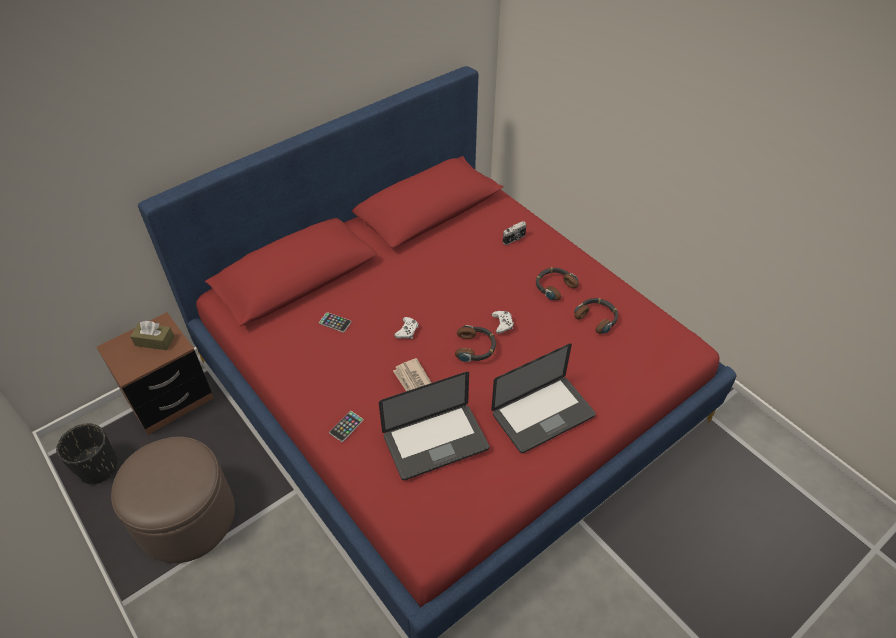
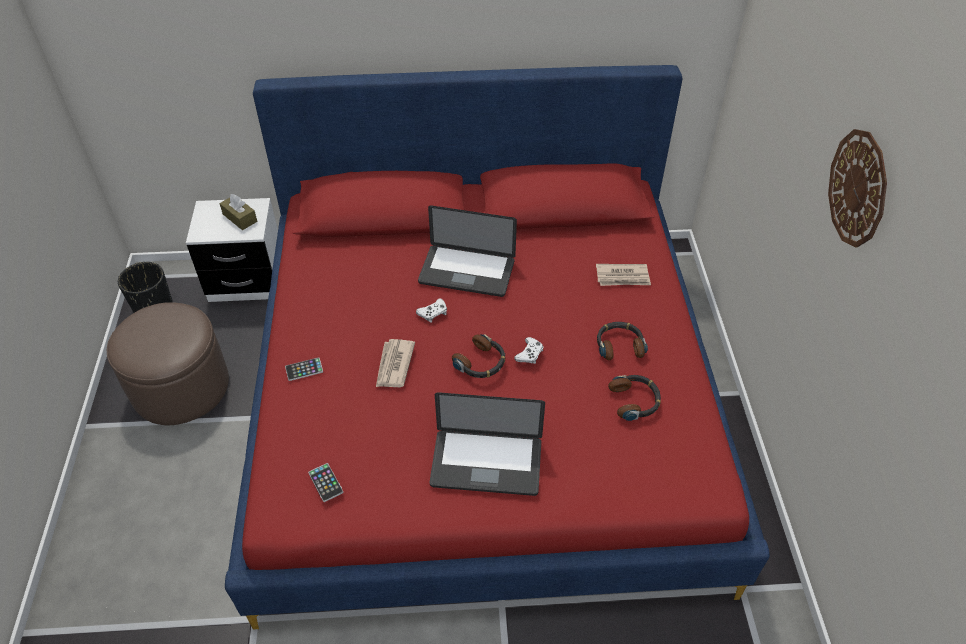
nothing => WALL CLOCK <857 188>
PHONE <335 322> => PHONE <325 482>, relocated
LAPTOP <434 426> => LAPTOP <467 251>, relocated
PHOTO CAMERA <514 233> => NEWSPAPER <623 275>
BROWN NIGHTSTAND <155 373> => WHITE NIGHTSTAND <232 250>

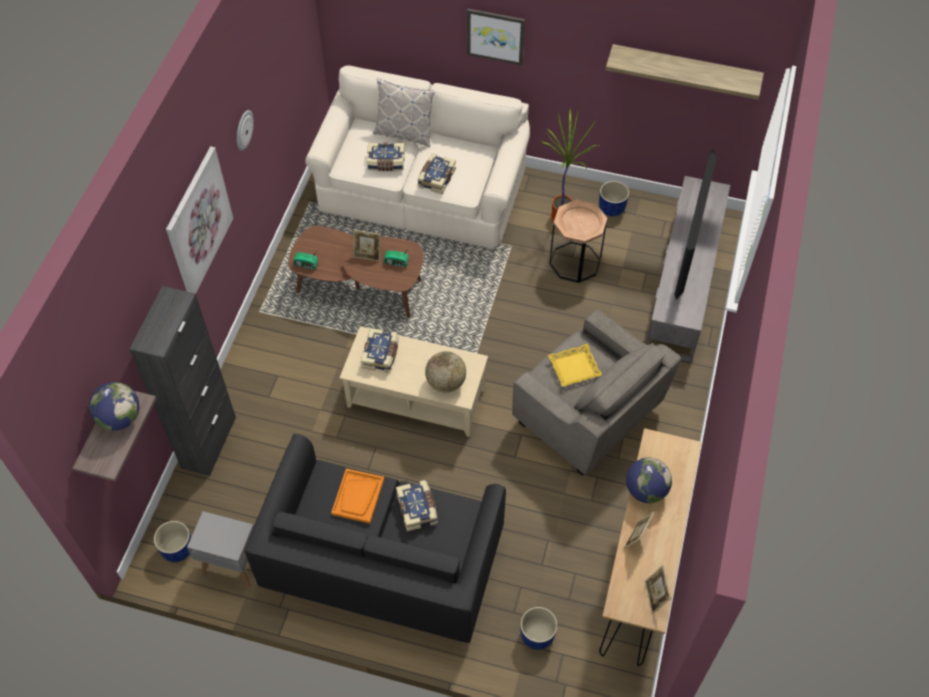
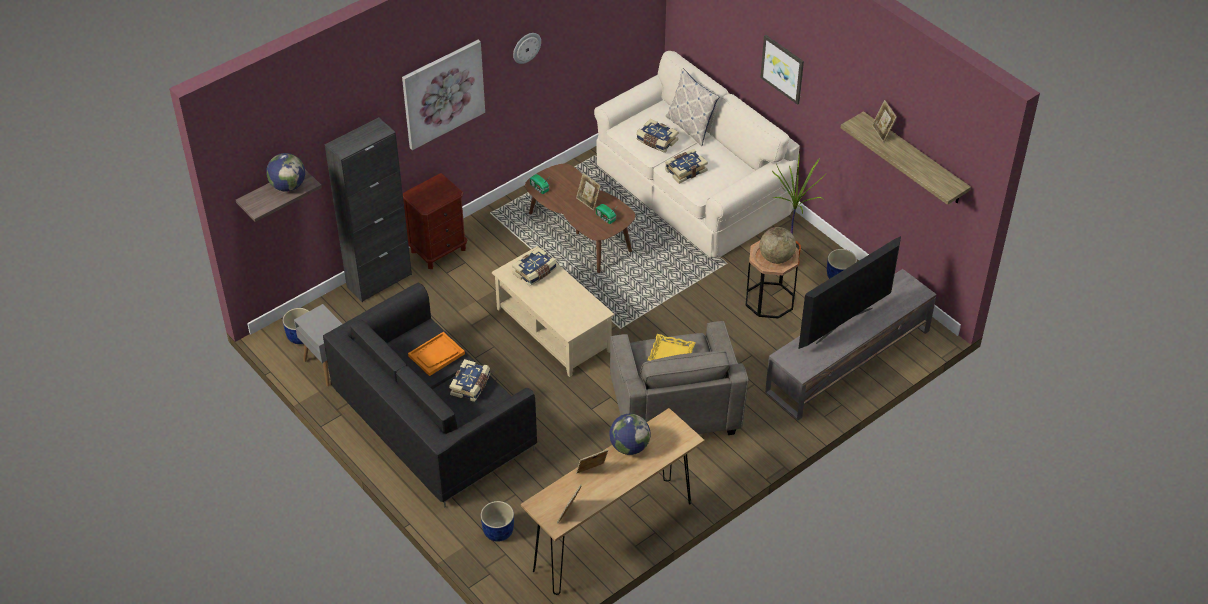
nothing => BROWN NIGHTSTAND <435 221>
nothing => PICTURE FRAME <884 121>
GLOBE <445 372> => GLOBE <778 245>, relocated

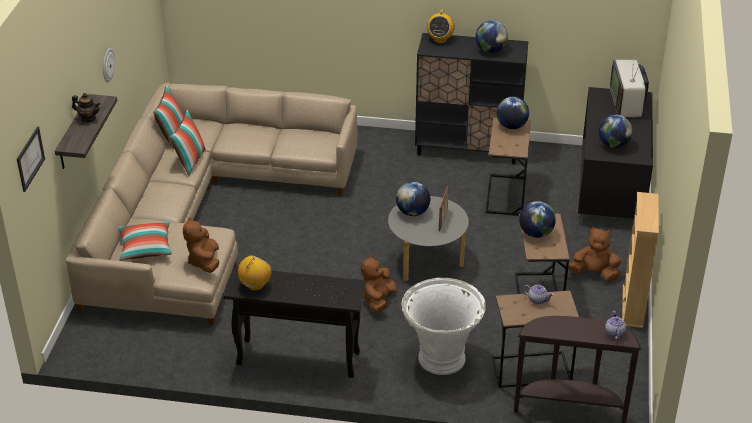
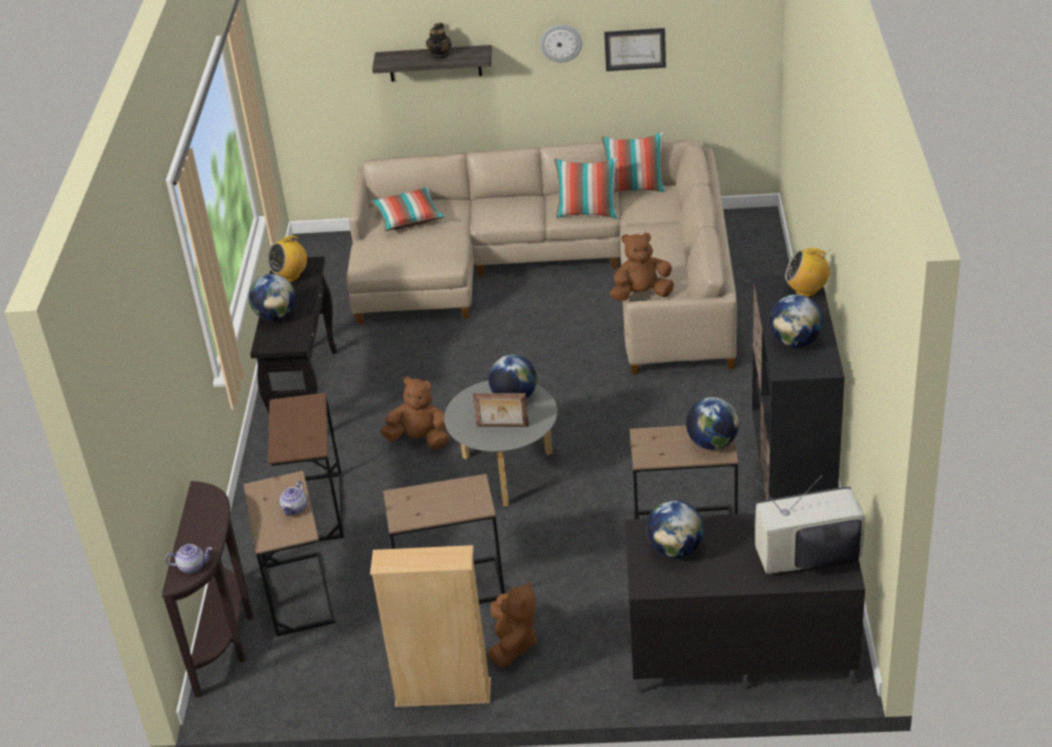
PICTURE <31 159> => PICTURE <635 49>, relocated
BROWN PLUSH TOY <201 245> => BROWN PLUSH TOY <642 266>, relocated
GLOBE <537 219> => GLOBE <272 297>, relocated
WHITE PLANTER <443 326> => BROWN SIDE TABLE <306 467>
RADIO <254 273> => RADIO <287 257>, 120 degrees clockwise

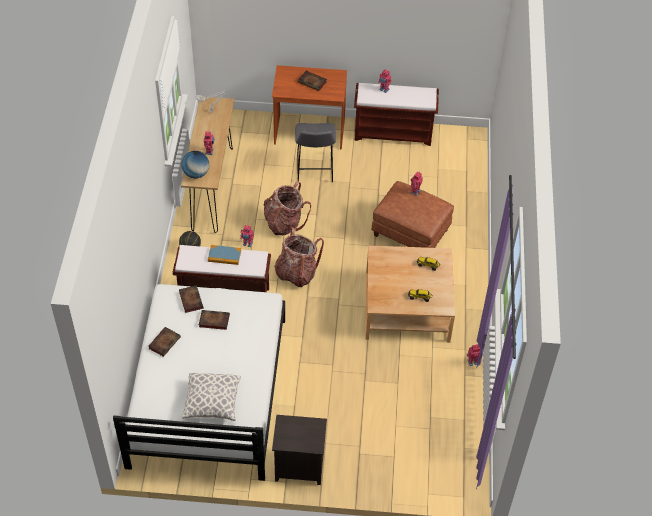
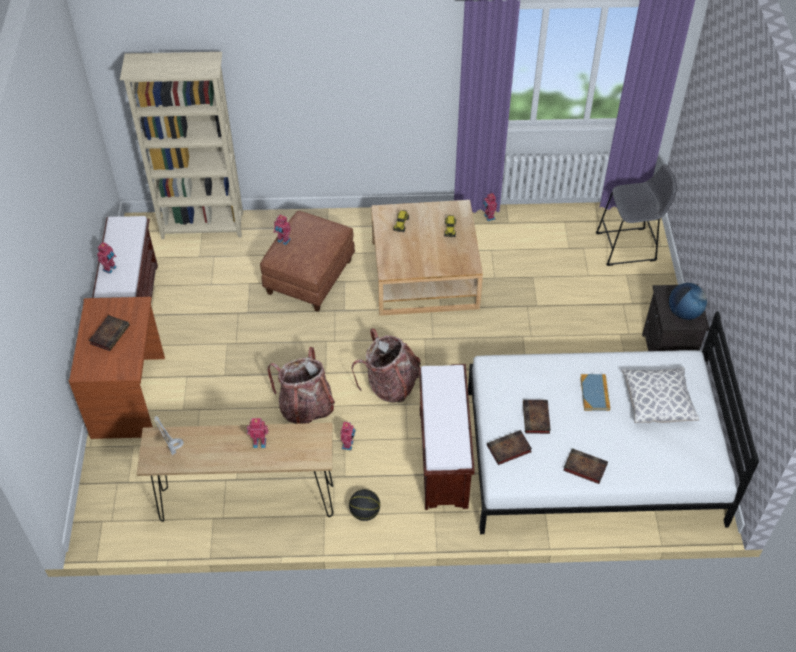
nothing => BEIGE BOOKCASE <181 145>
GLOBE <195 164> => GLOBE <688 301>, relocated
BOOK <224 255> => BOOK <595 392>, relocated
GREY STOOL <315 152> => GREY STOOL <636 215>, relocated

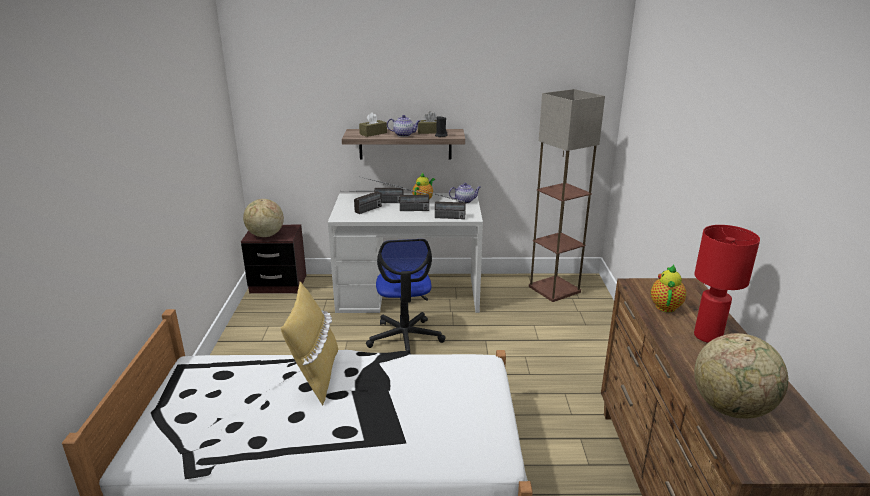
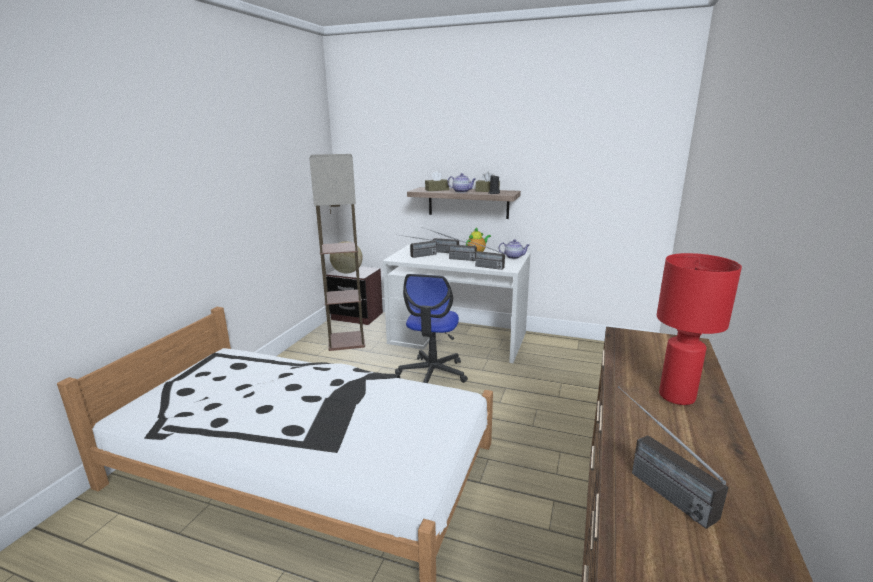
YELLOW PILLOW <309 343> => nothing
TEAPOT <668 288> => nothing
FLOOR LAMP <567 195> => FLOOR LAMP <337 252>, relocated
GLOBE <741 376> => RADIO <673 457>

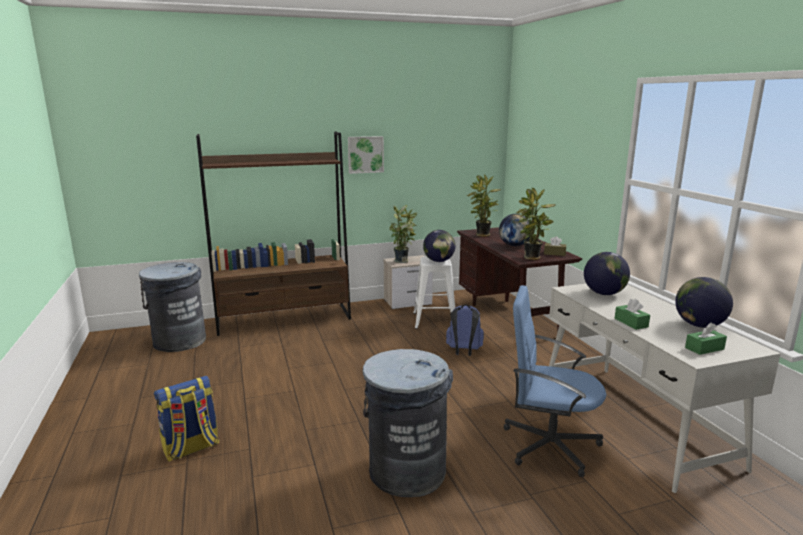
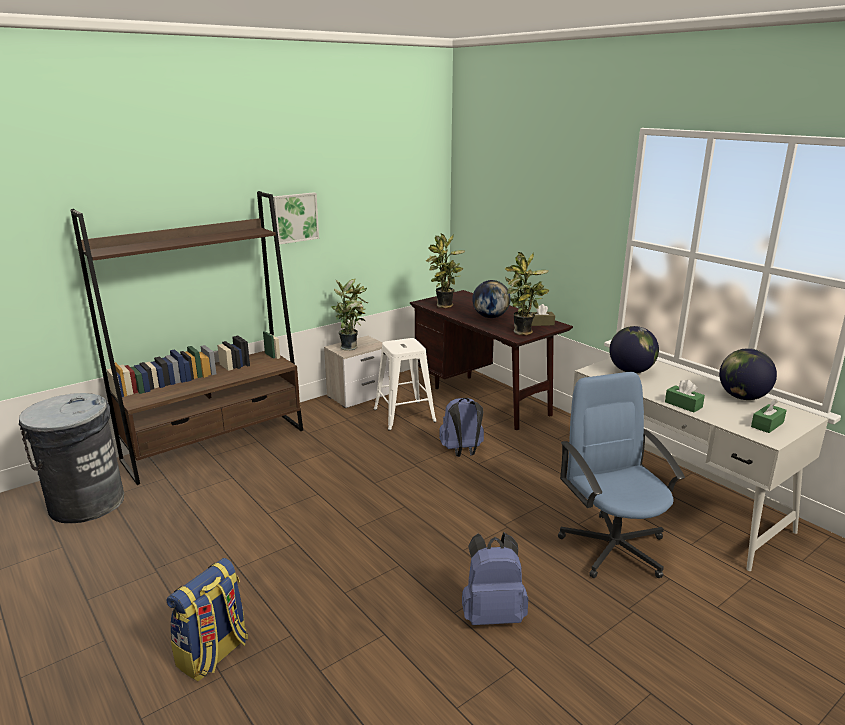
GLOBE <439 246> => nothing
GREY TRASH CAN <407 423> => BLUE BACKPACK <495 578>
BLUE OFFICE CHAIR <554 381> => BLUE OFFICE CHAIR <621 474>, 75 degrees clockwise

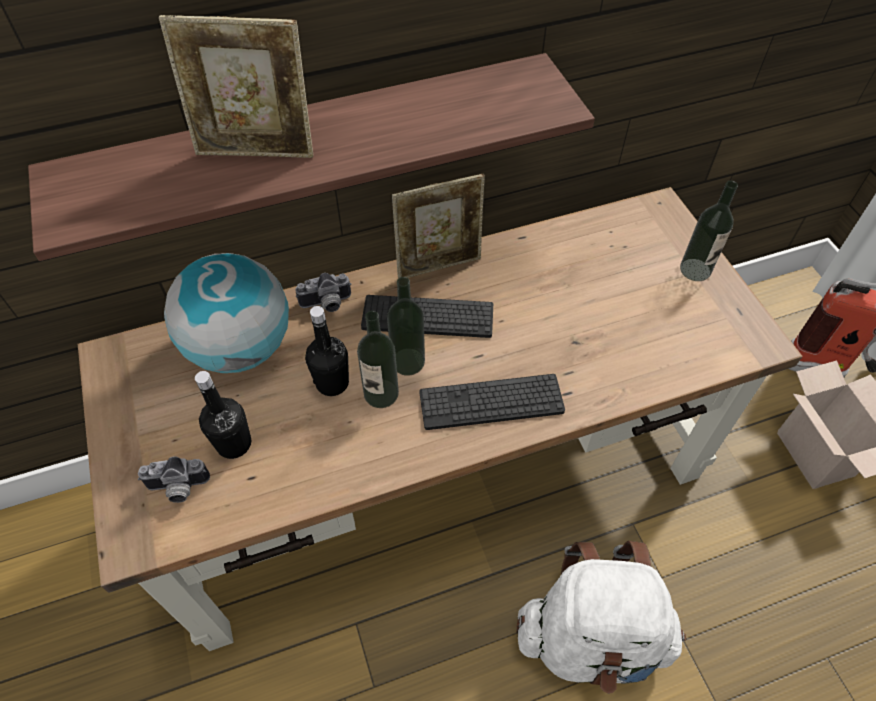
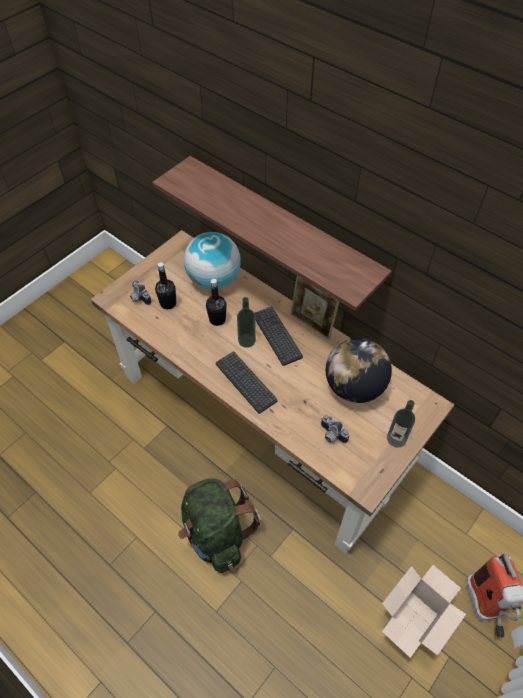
PICTURE FRAME <236 86> => nothing
BOTTLE <378 359> => nothing
nothing => GLOBE <359 370>
PHOTO CAMERA <323 292> => PHOTO CAMERA <335 429>, relocated
WHITE BACKPACK <601 617> => GREEN BACKPACK <219 525>

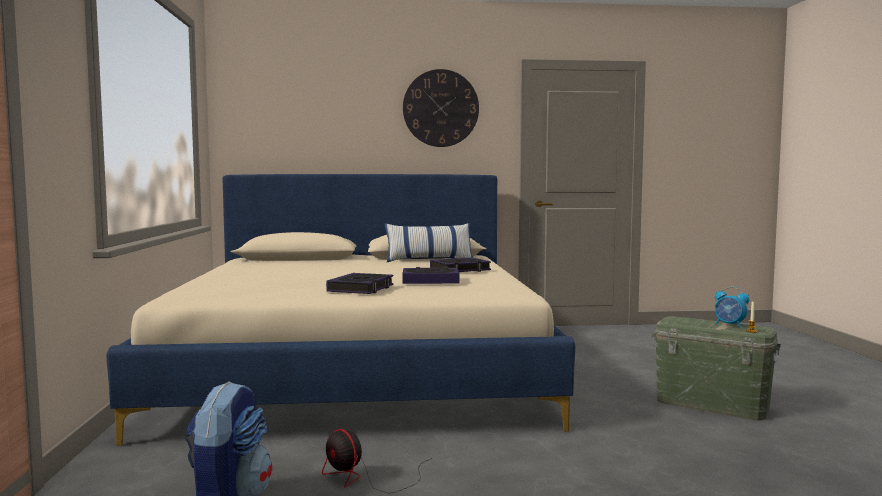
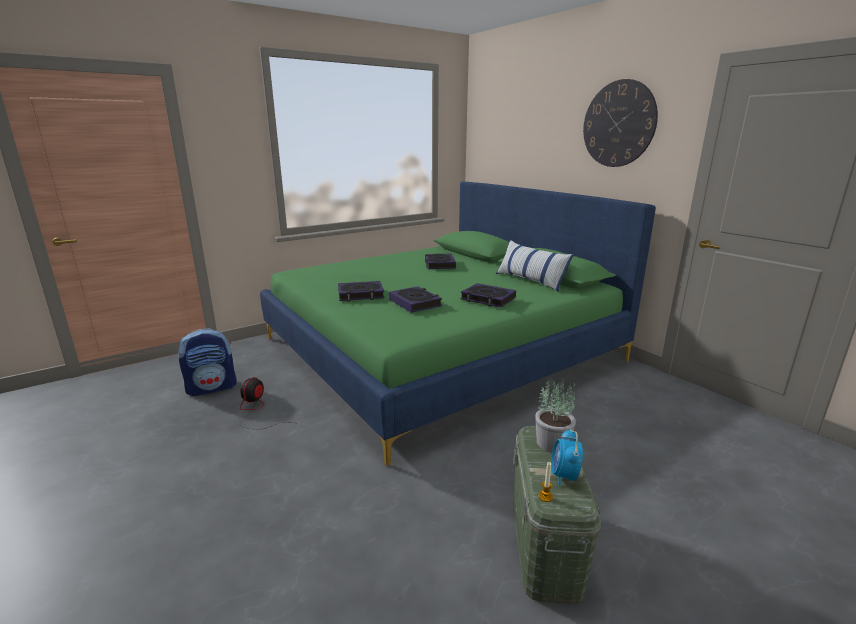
nothing => BOOK <440 261>
nothing => POTTED PLANT <555 415>
BEIGE BED <340 310> => GREEN BED <458 324>

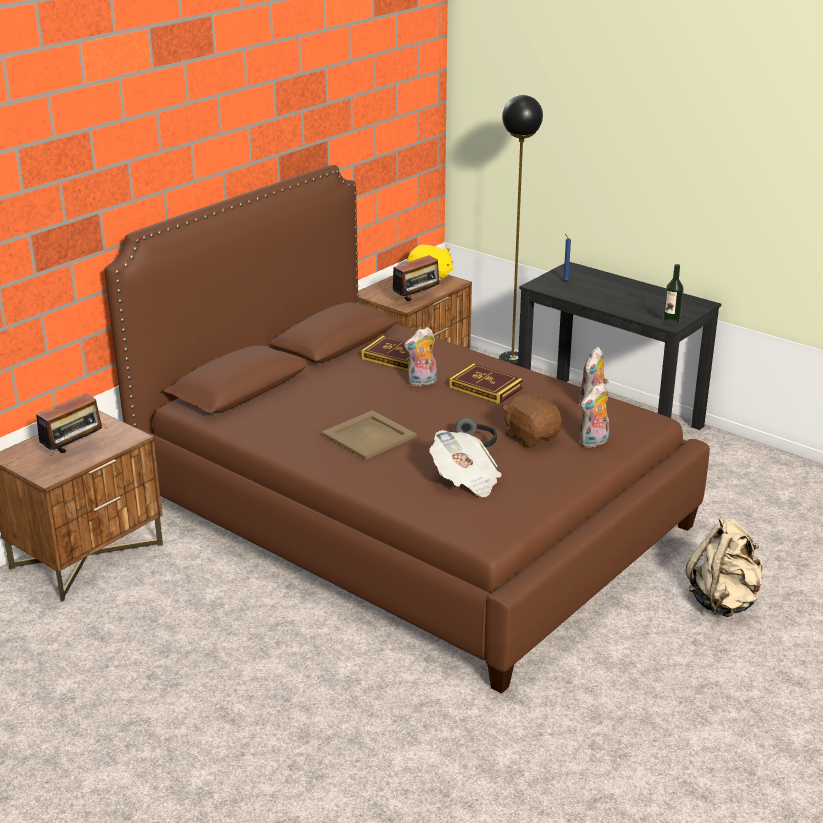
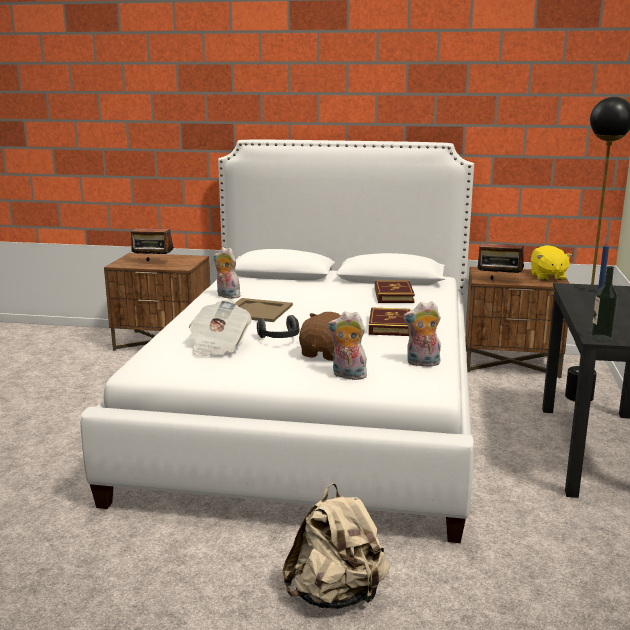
PLUSH TOY <420 356> => PLUSH TOY <226 273>, relocated
BROWN BED <407 429> => WHITE BED <277 341>

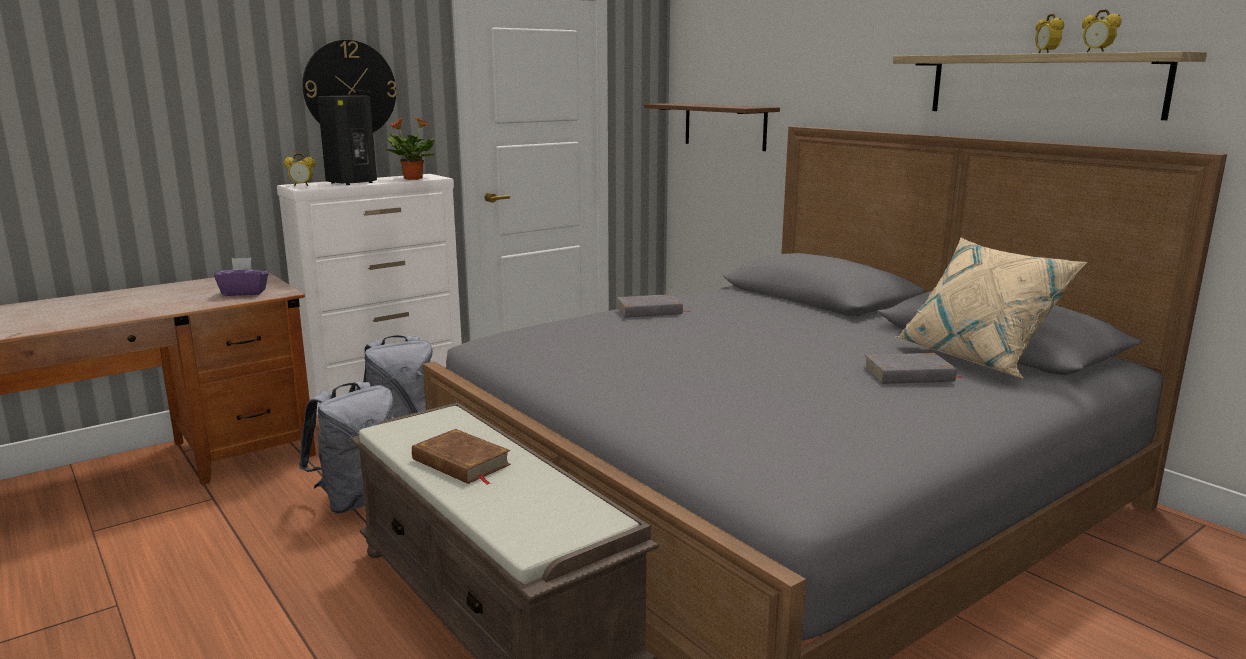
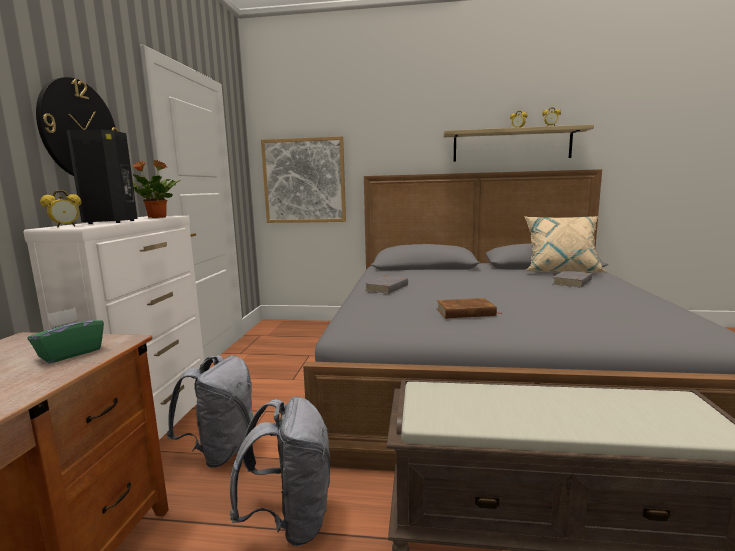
BROWN BOOK <461 457> => BROWN BOOK <469 308>, relocated
BROWN SHELF <712 127> => PICTURE <303 179>
PURPLE TISSUE BOX <241 277> => GREEN TISSUE BOX <66 335>

